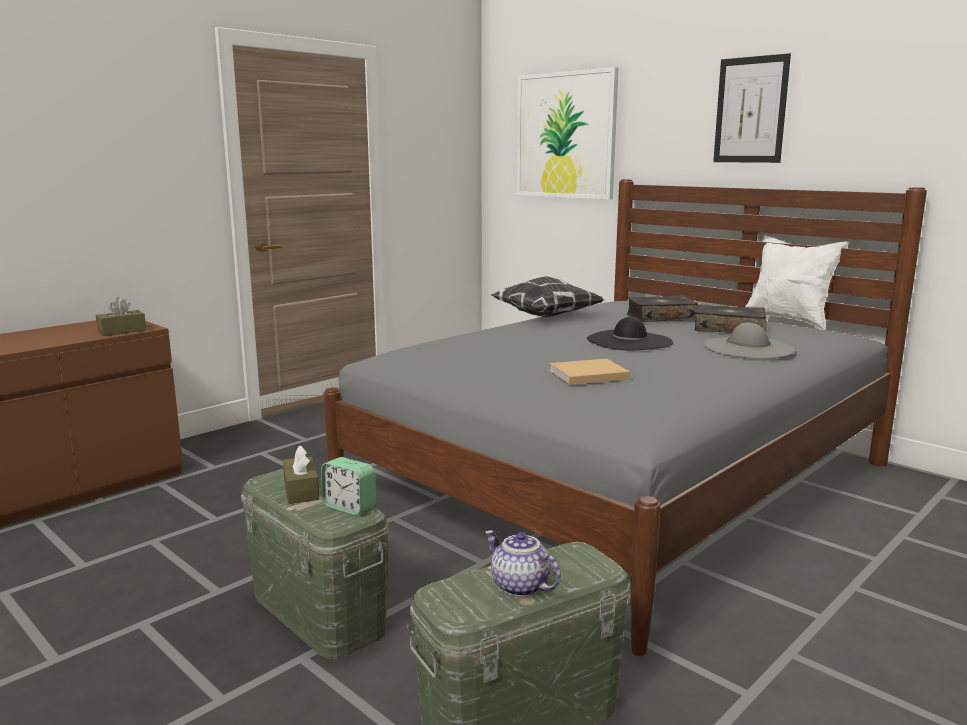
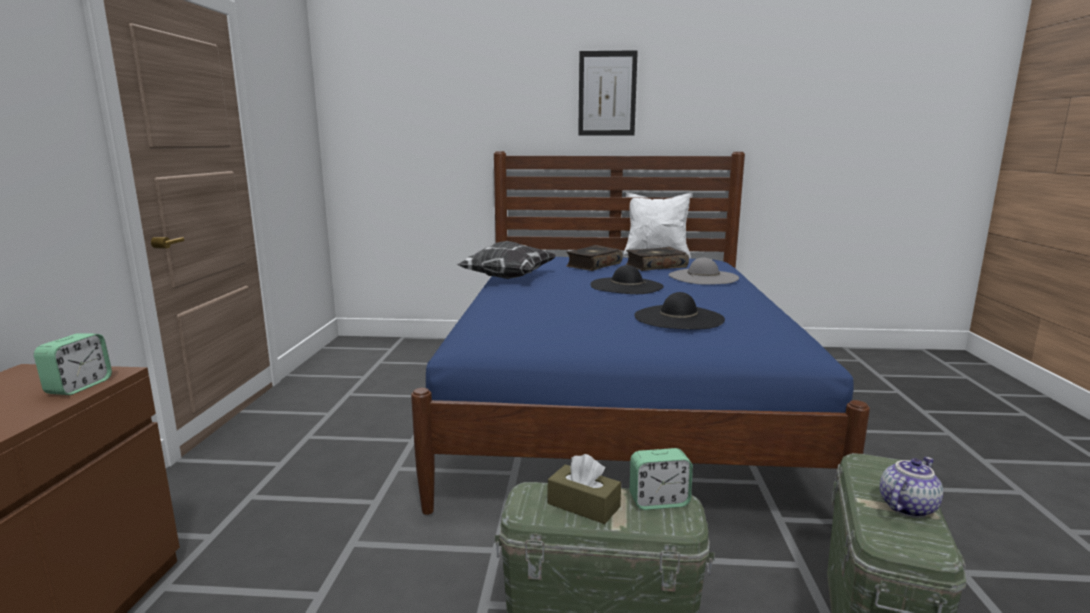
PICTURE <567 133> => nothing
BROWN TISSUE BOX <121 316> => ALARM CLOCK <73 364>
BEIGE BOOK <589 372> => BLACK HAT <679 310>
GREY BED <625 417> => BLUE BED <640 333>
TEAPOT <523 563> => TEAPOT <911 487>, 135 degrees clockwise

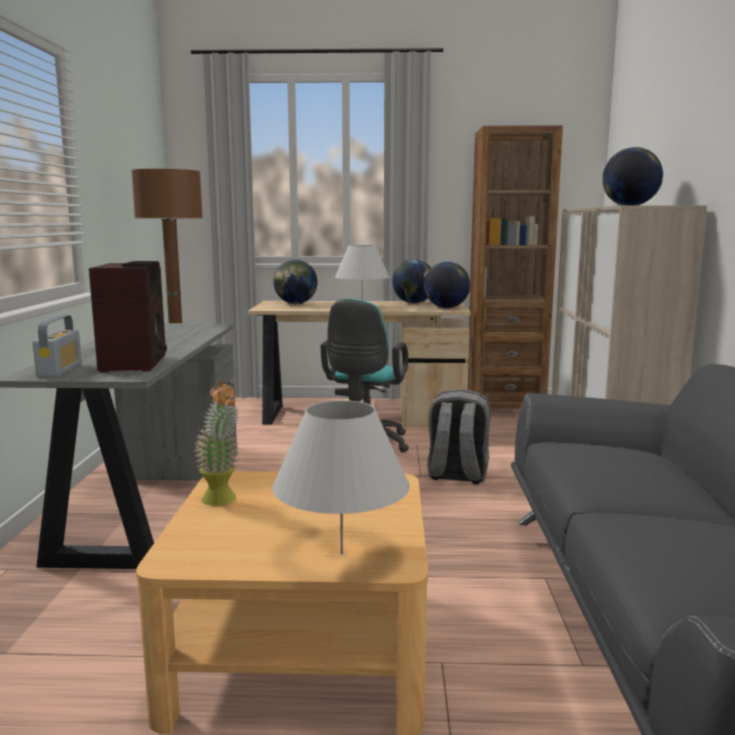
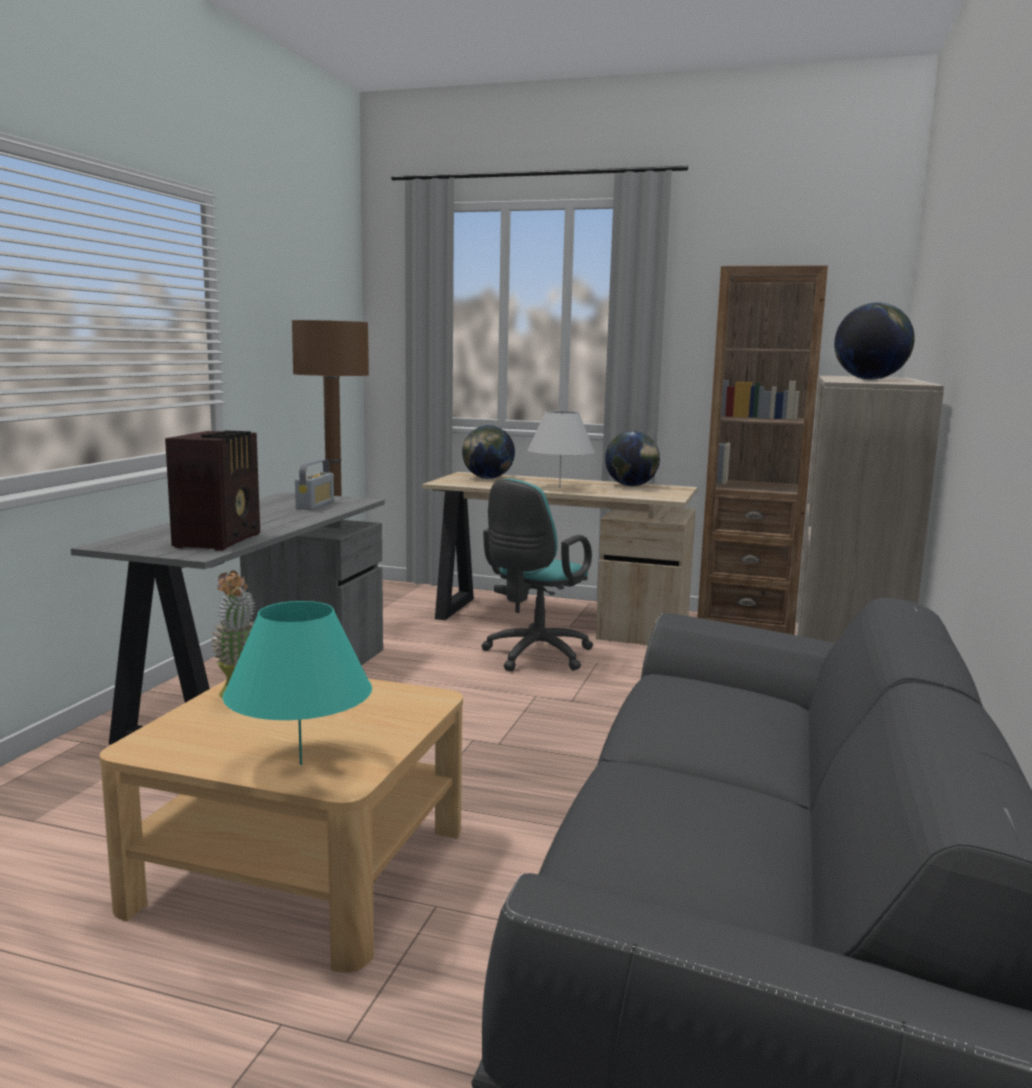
GLOBE <447 285> => nothing
GREY BACKPACK <458 437> => nothing
RADIO <57 346> => RADIO <314 484>, relocated
WHITE TABLE LAMP <341 477> => TURQUOISE TABLE LAMP <297 683>

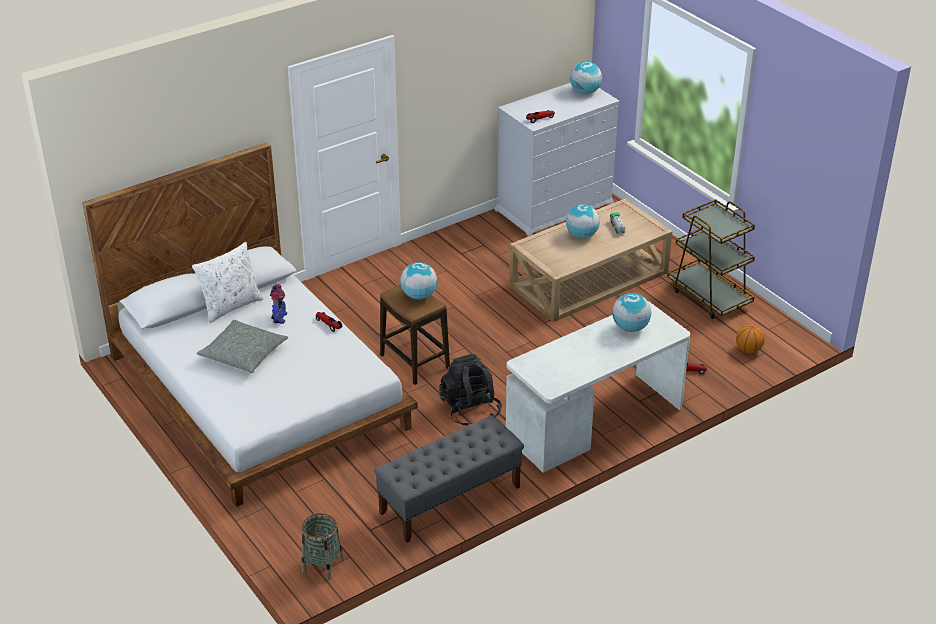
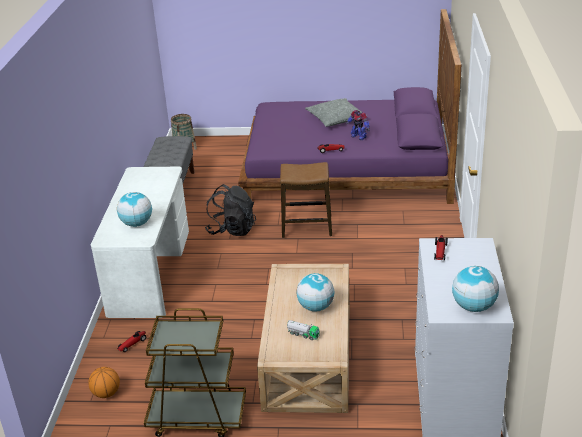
WHITE PILLOW <228 282> => nothing
GLOBE <418 280> => nothing
WHITE BED <250 325> => PURPLE BED <350 106>

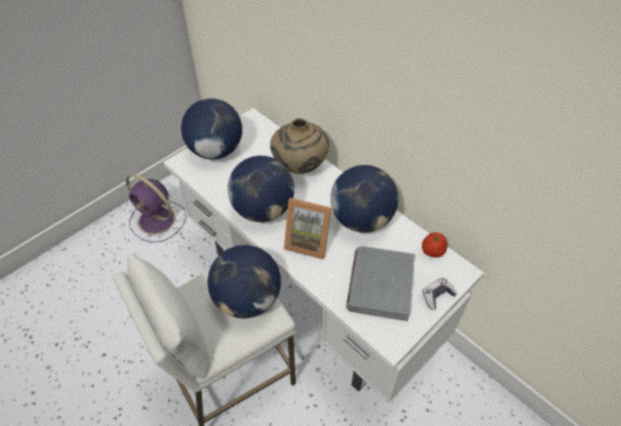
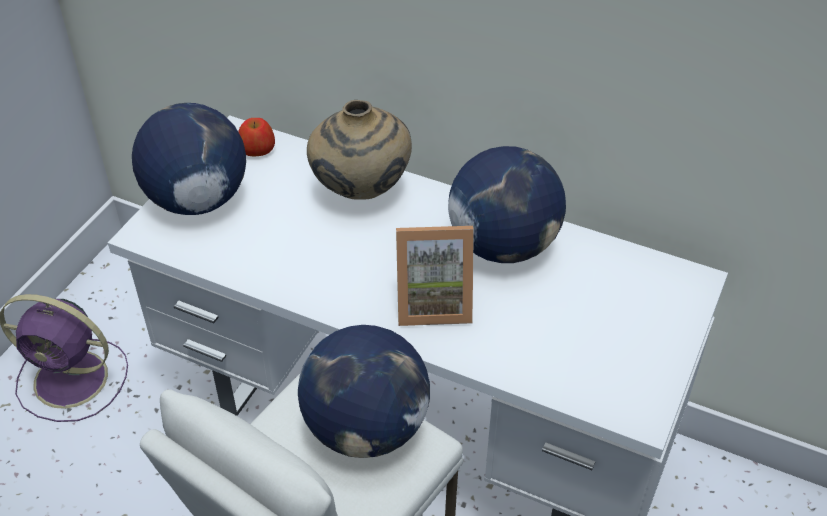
GLOBE <260 189> => nothing
GREY BOOK <380 283> => nothing
GAME CONTROLLER <439 294> => nothing
APPLE <434 244> => APPLE <256 137>, relocated

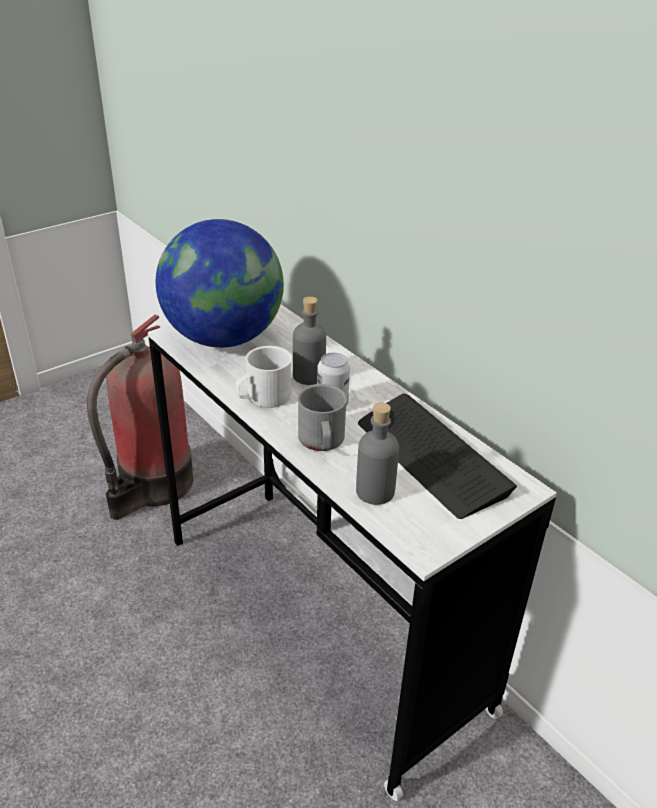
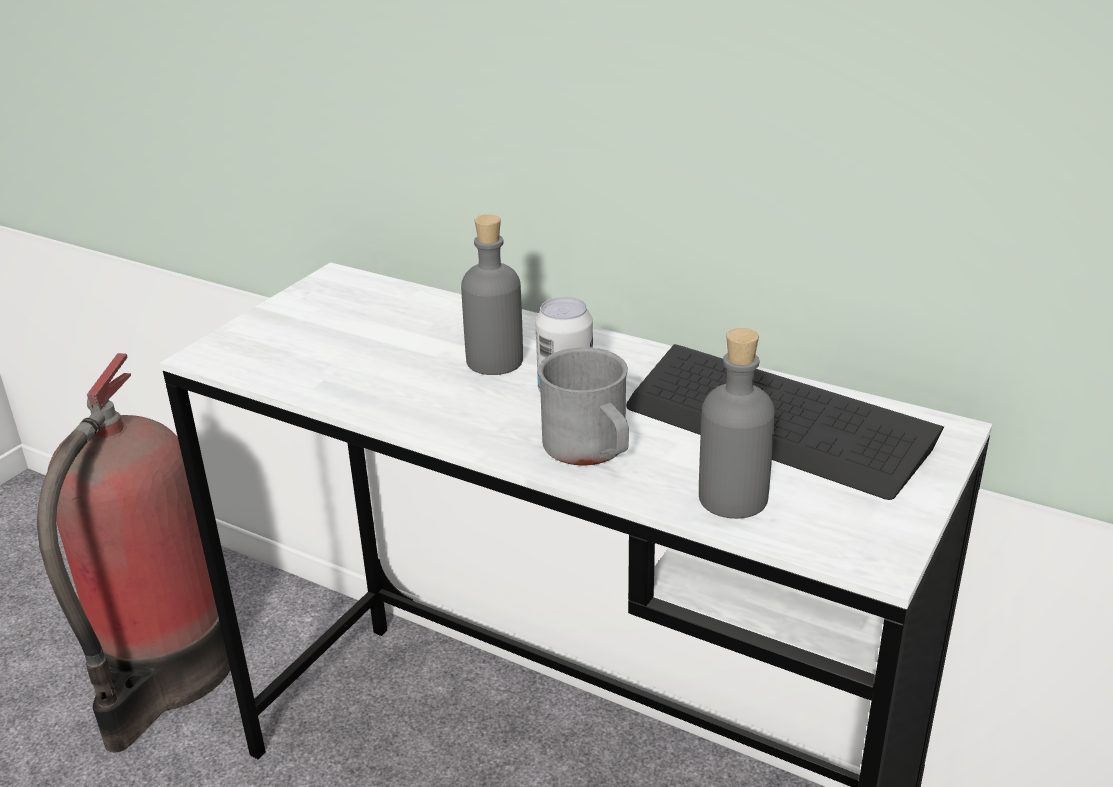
GLOBE <220 283> => nothing
WHITE MUG <263 377> => nothing

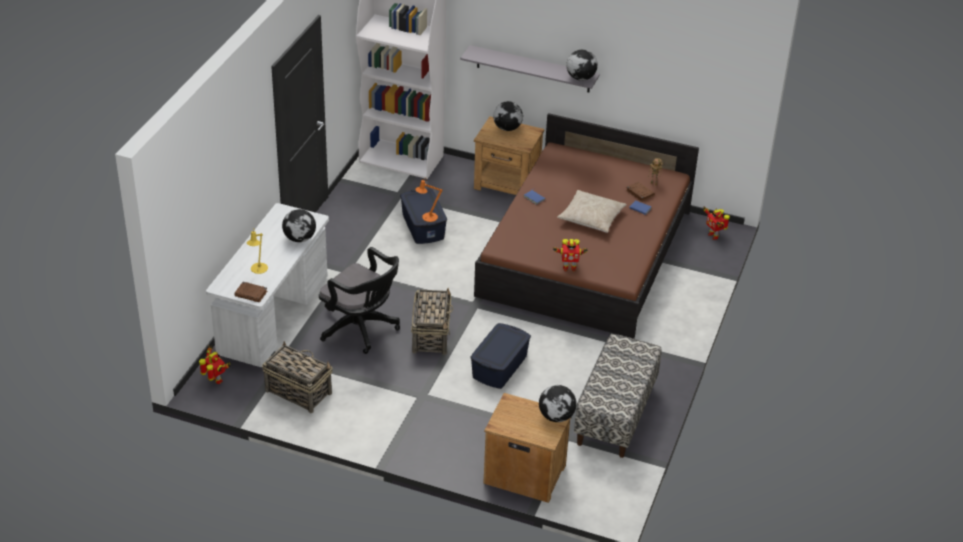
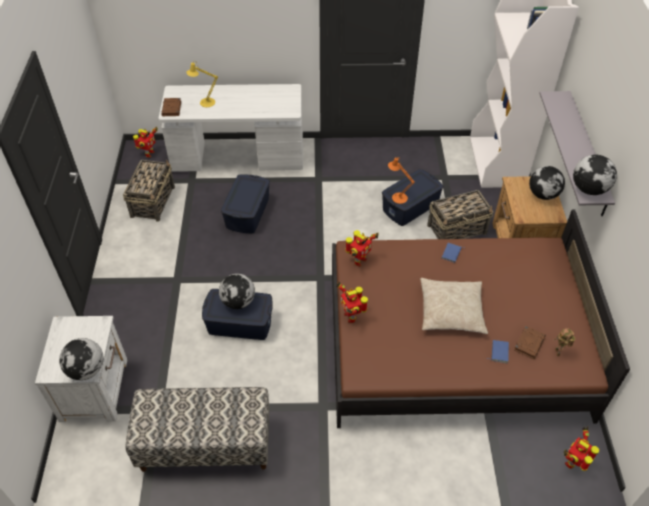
nothing => TOY ROBOT <362 248>
GLOBE <299 225> => GLOBE <237 291>, relocated
BASKET <432 321> => BASKET <460 214>, relocated
BLACK OFFICE CHAIR <359 300> => BLUE STORAGE BOX <245 203>
BROWN NIGHTSTAND <527 448> => WHITE NIGHTSTAND <81 369>

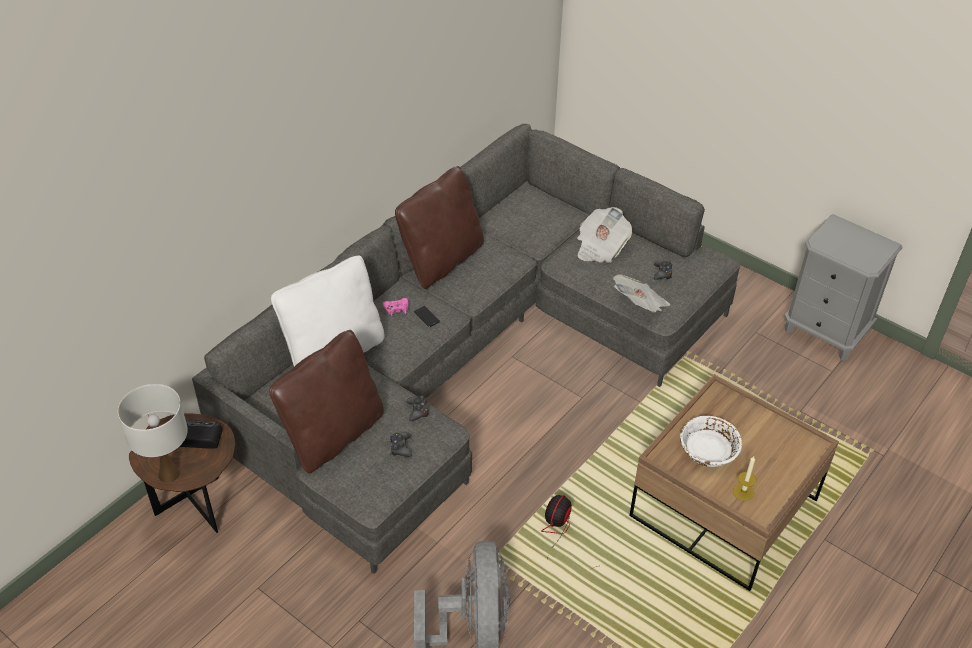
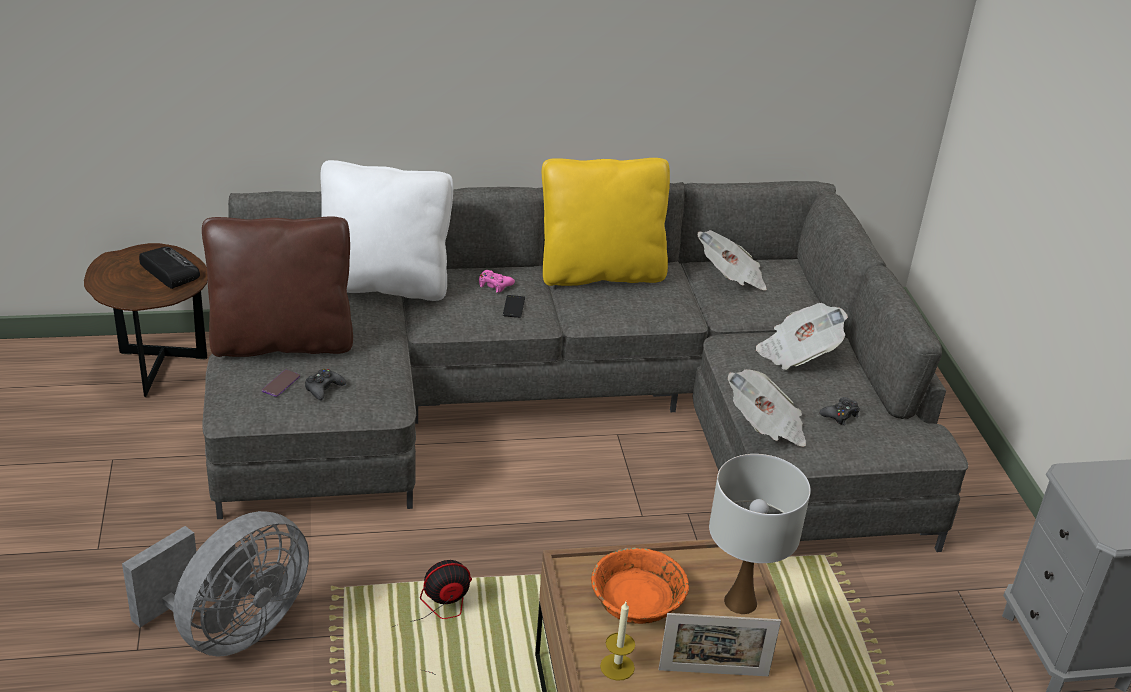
BLACK GAME CONTROLLER <417 408> => nothing
nothing => PHONE <281 383>
nothing => PICTURE FRAME <720 644>
nothing => NEWSPAPER <732 260>
WHITE TABLE LAMP <153 433> => WHITE TABLE LAMP <760 534>, relocated
BROWN PILLOW <439 227> => YELLOW PILLOW <606 222>
WHITE BOWL <711 441> => ORANGE BOWL <640 586>

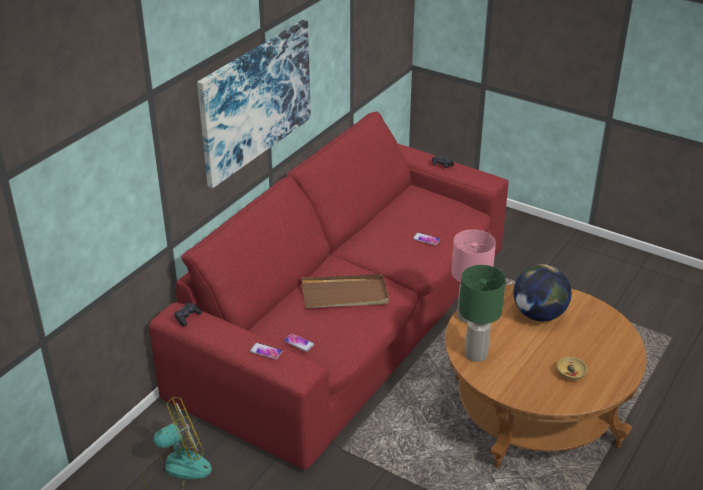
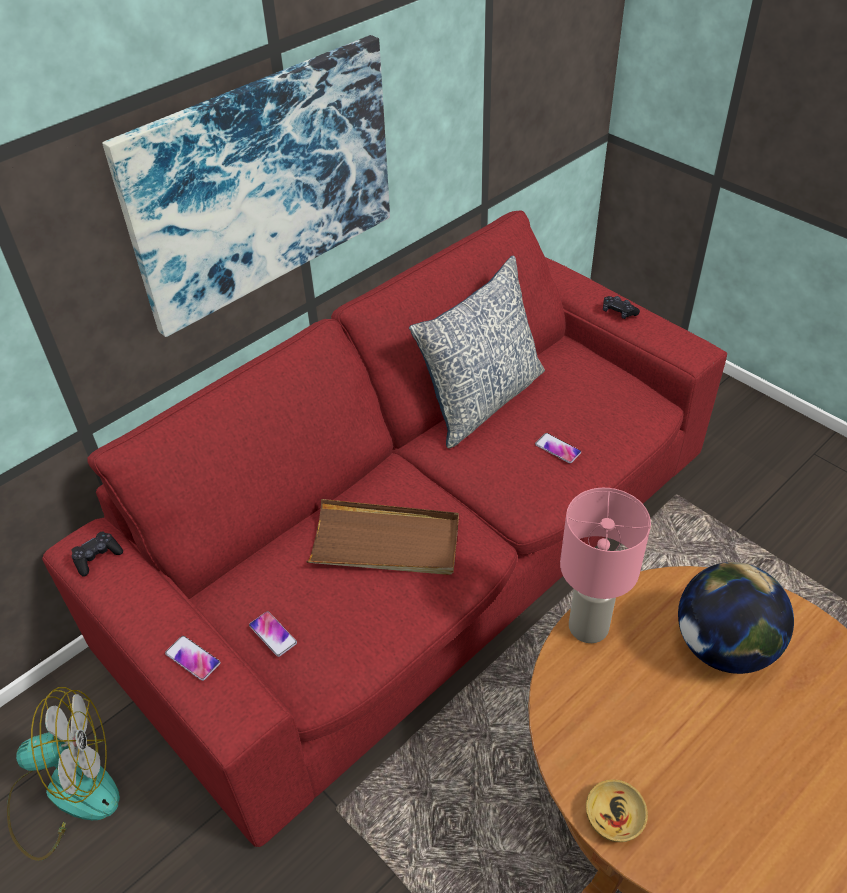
GREEN TABLE LAMP <482 313> => nothing
nothing => PILLOW <477 352>
BEIGE BOWL <572 368> => BEIGE BOWL <617 810>, relocated

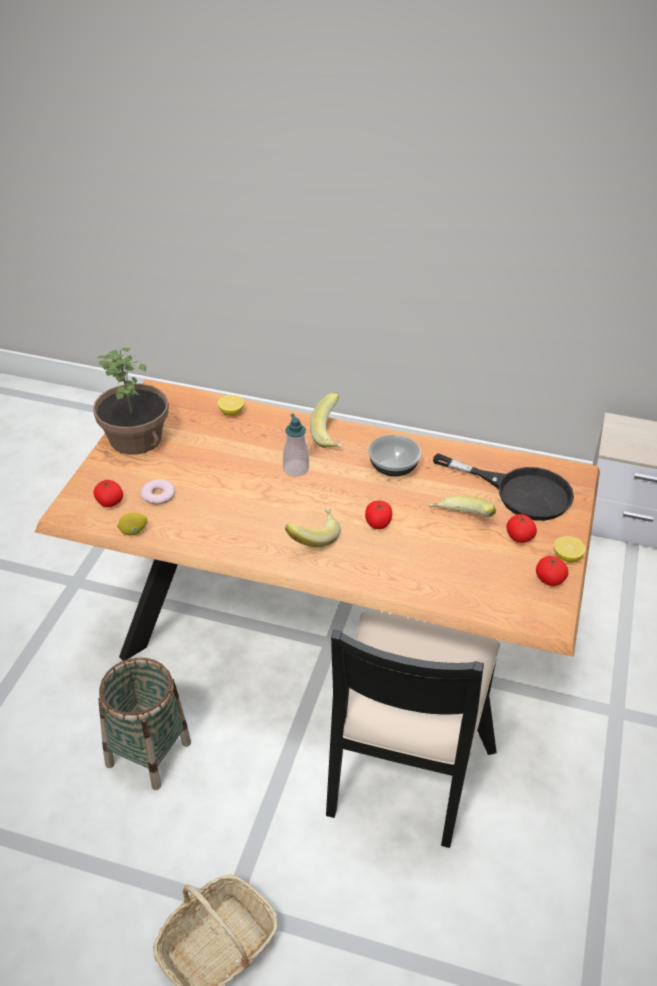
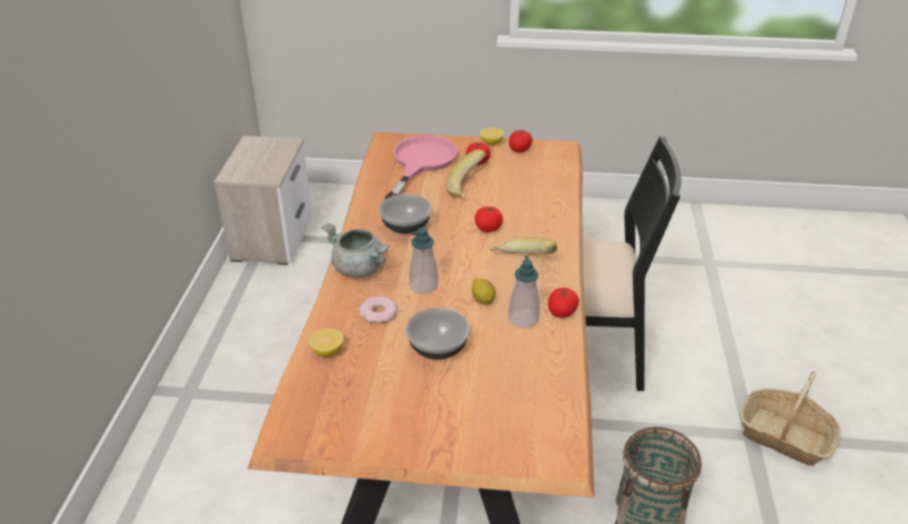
POTTED PLANT <131 401> => nothing
nothing => BOWL <438 333>
nothing => SOAP DISPENSER <524 291>
TOMATO <108 493> => TOMATO <563 303>, relocated
LEMON <132 524> => LEMON <484 291>, relocated
DONUT <158 492> => DONUT <378 310>, relocated
BANANA <326 420> => GREY COOKING POT <355 250>
BLACK FRYING PAN <503 487> => PINK FRYING PAN <421 167>

